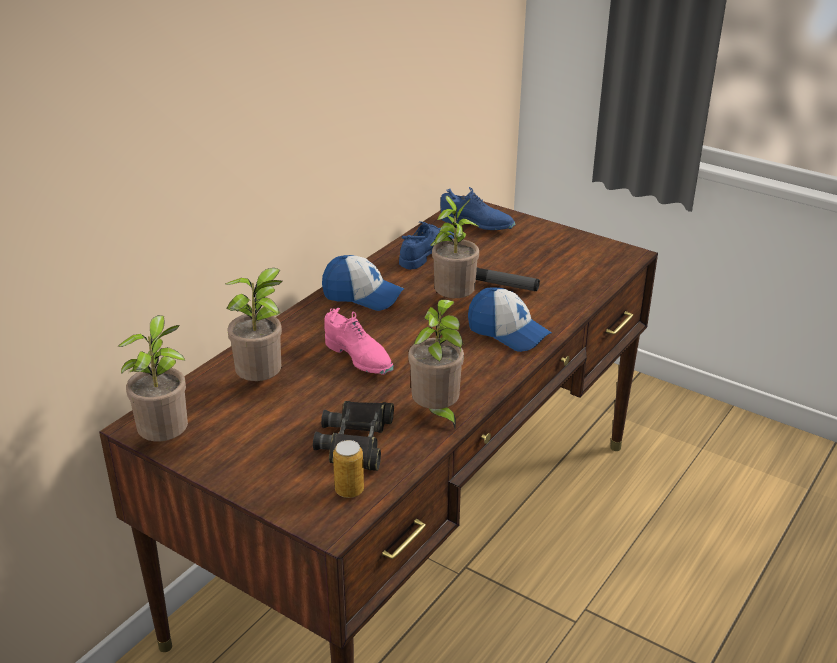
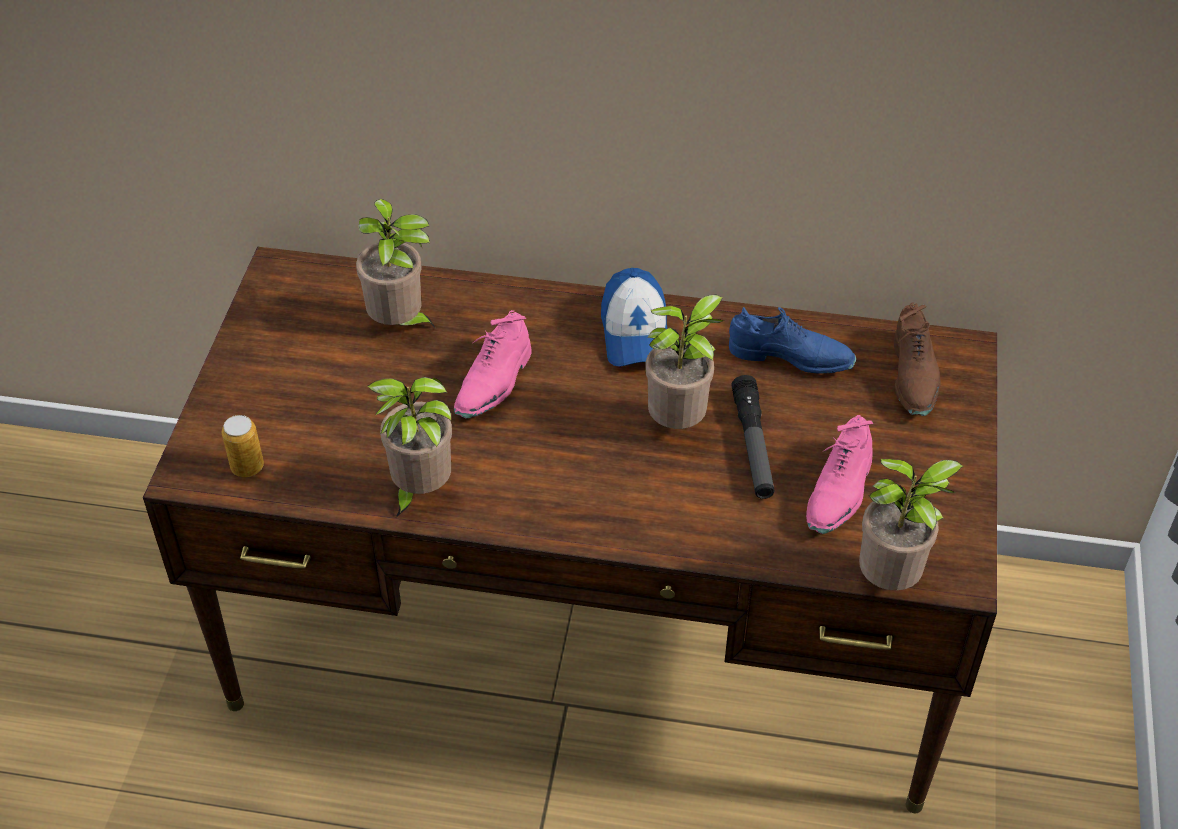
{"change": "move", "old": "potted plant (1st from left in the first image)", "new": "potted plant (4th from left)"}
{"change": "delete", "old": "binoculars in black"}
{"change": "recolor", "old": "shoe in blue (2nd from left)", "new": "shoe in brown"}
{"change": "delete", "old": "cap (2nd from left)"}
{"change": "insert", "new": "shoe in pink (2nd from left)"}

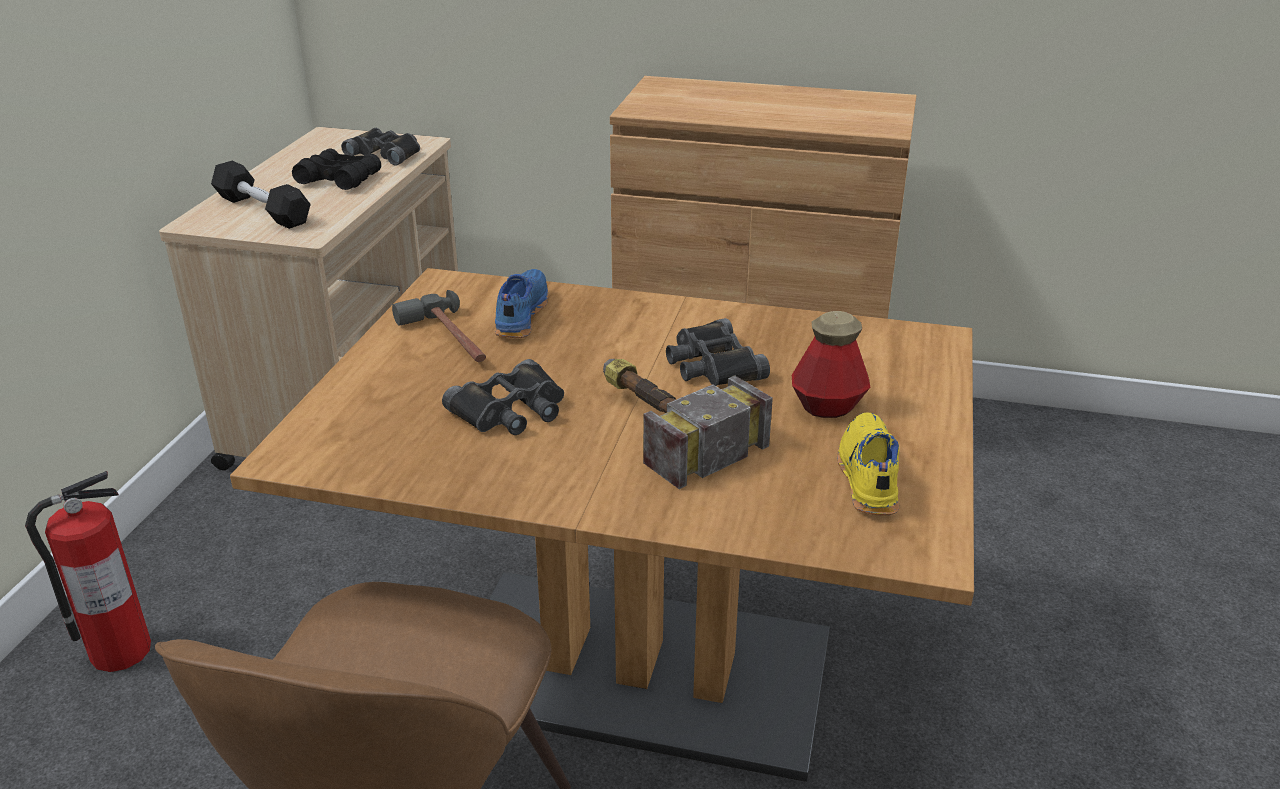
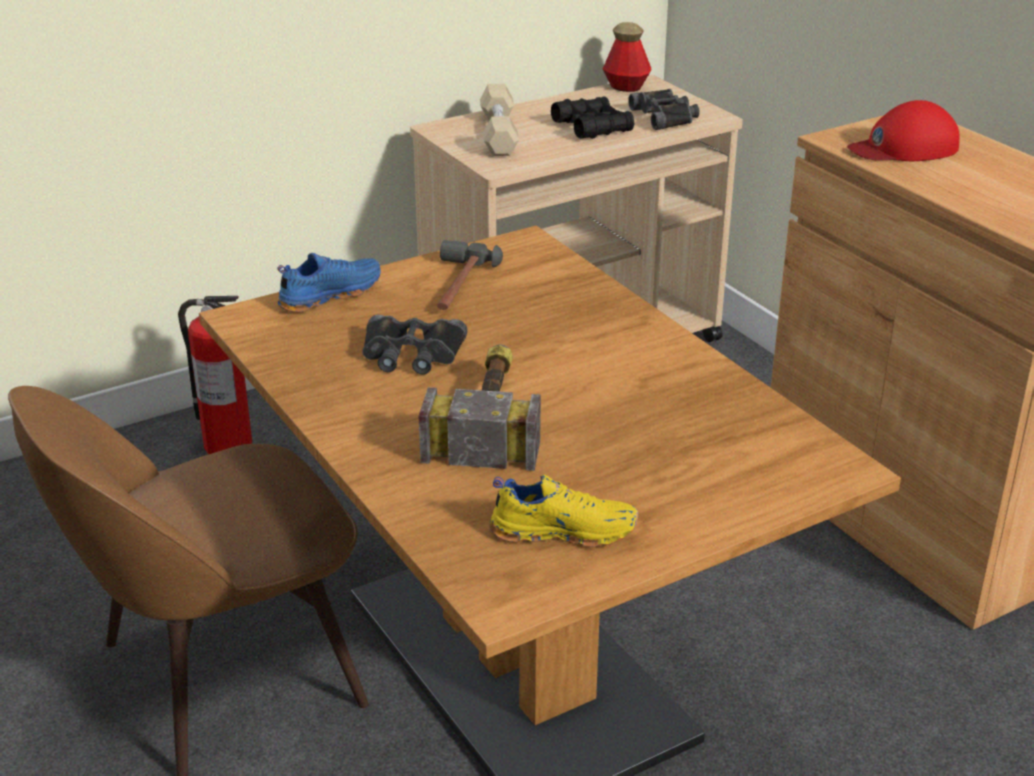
{"change": "recolor", "old": "dumbbell in black", "new": "dumbbell in beige"}
{"change": "move", "old": "shoe in blue"}
{"change": "delete", "old": "binoculars in black (4th from left)"}
{"change": "move", "old": "bottle"}
{"change": "rotate", "old": "shoe in yellow", "degrees": 45}
{"change": "insert", "new": "cap in red"}

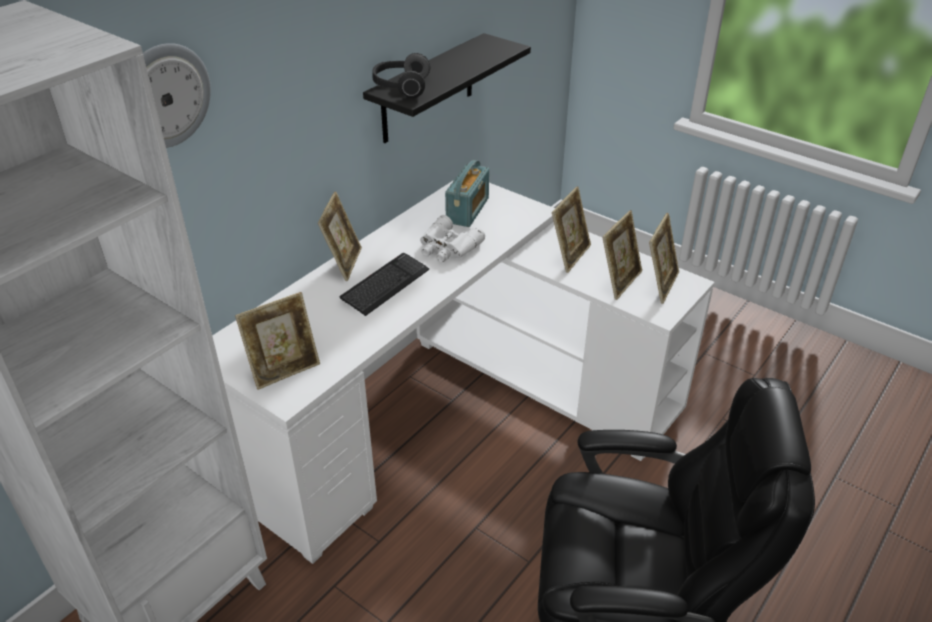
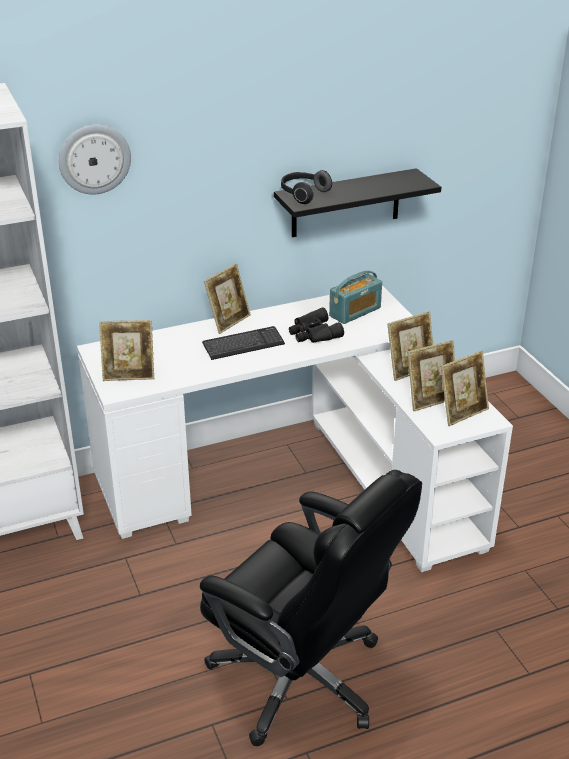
{"change": "recolor", "old": "binoculars in white", "new": "binoculars in black"}

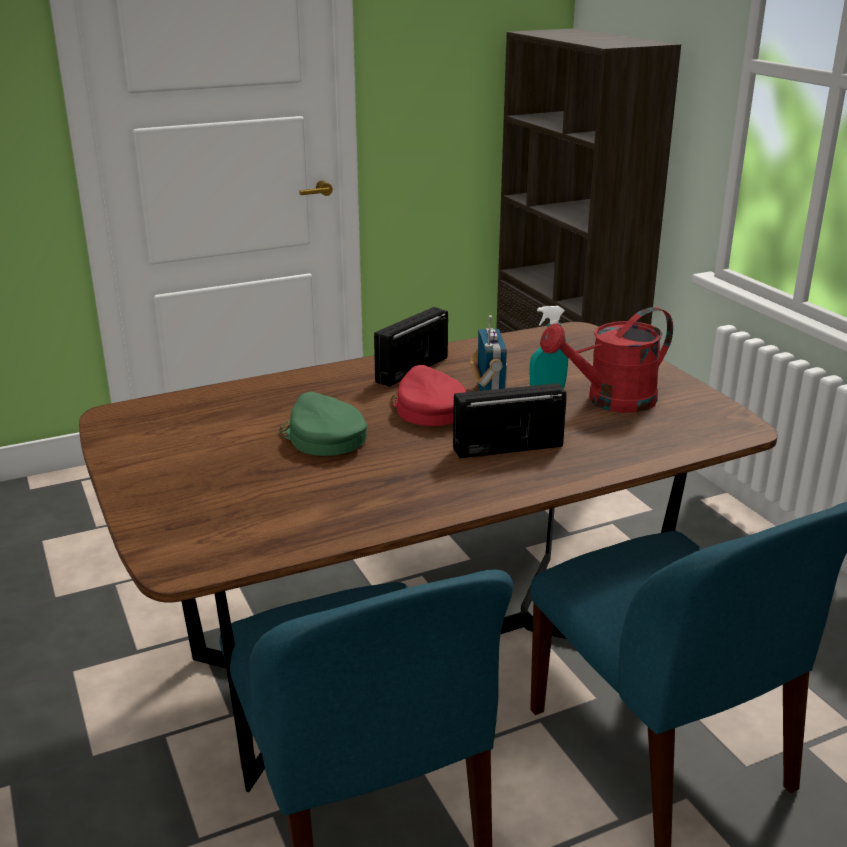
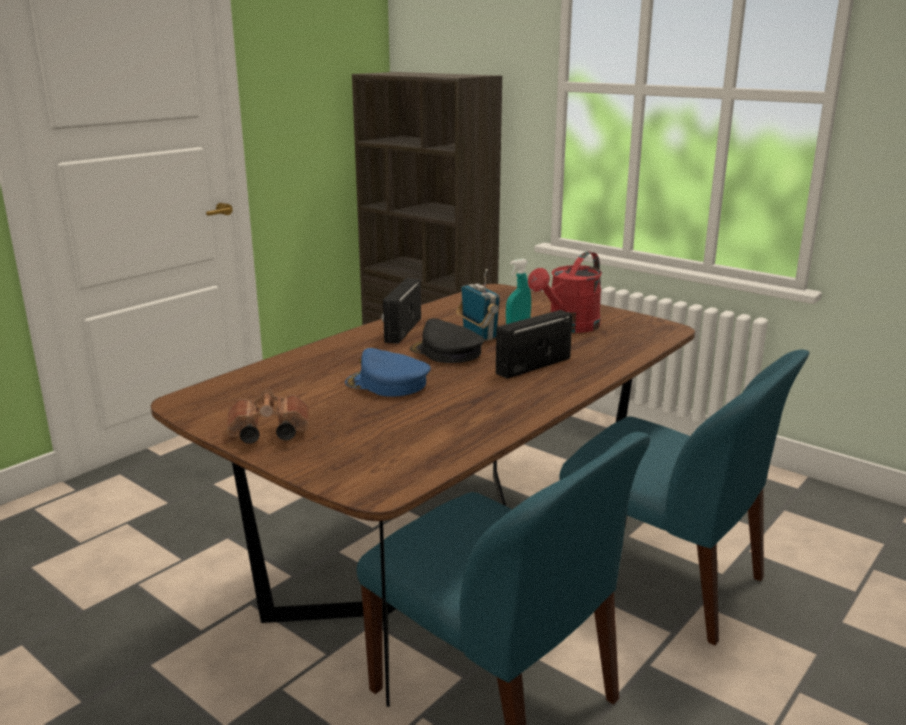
{"change": "recolor", "old": "cap in green", "new": "cap in blue"}
{"change": "recolor", "old": "cap in red", "new": "cap in black"}
{"change": "insert", "new": "binoculars in brown"}

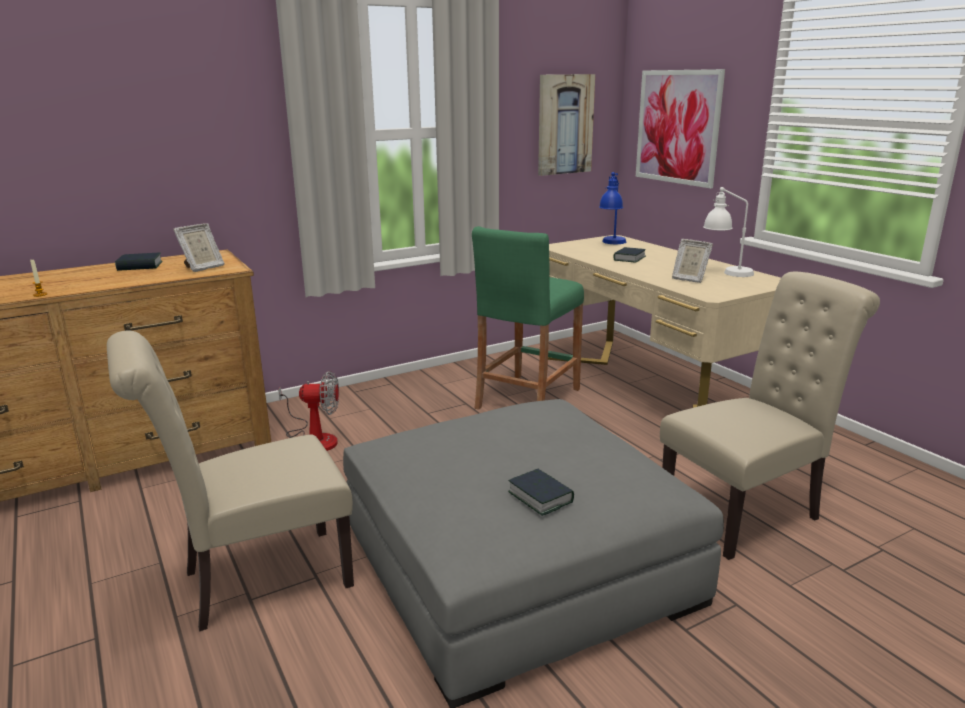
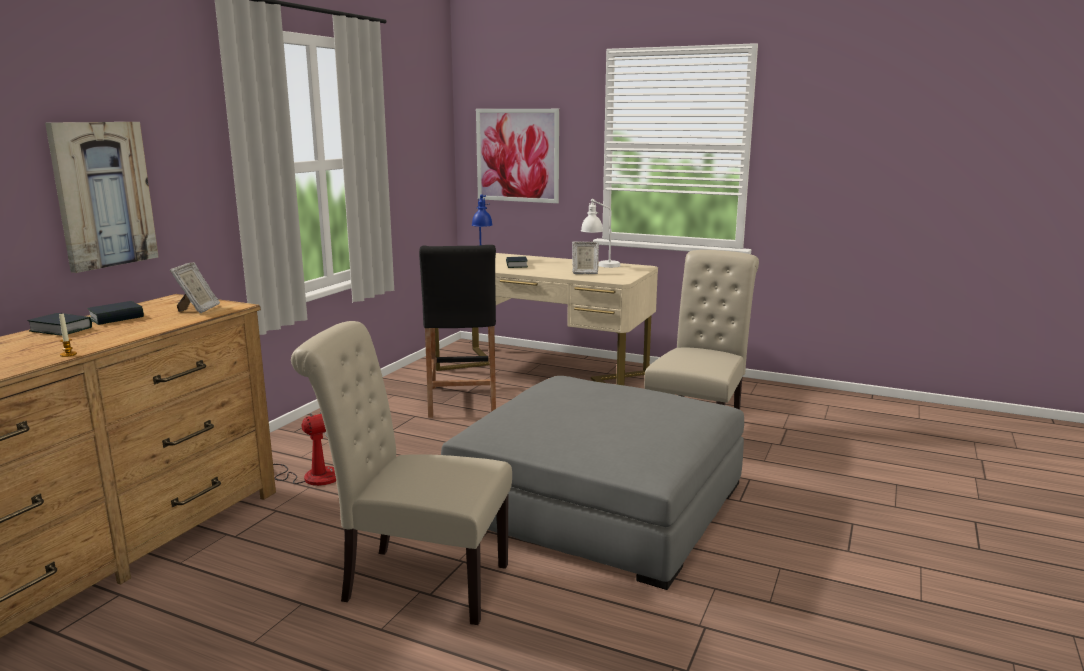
{"change": "rotate", "old": "chair in beige (1st from left)", "degrees": 75}
{"change": "recolor", "old": "stool in green", "new": "stool in black"}
{"change": "move", "old": "book (2nd from left in the first image)", "new": "book (1st from left)"}
{"change": "move", "old": "picture (1st from left)"}

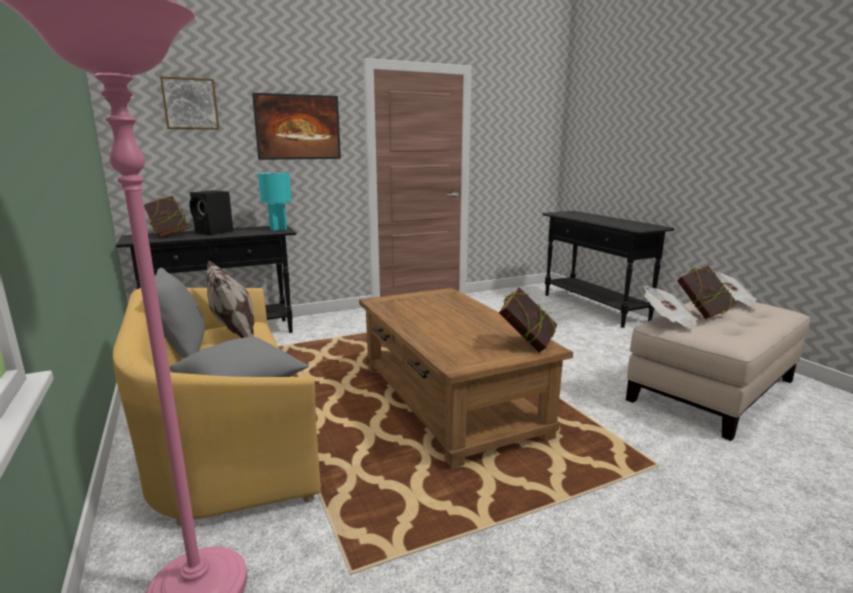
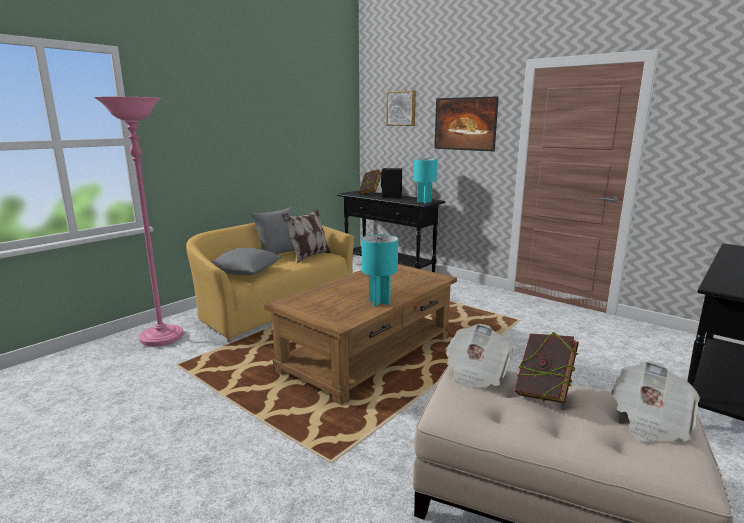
{"change": "delete", "old": "book (2nd from left)"}
{"change": "insert", "new": "table lamp in turquoise (1st from left)"}

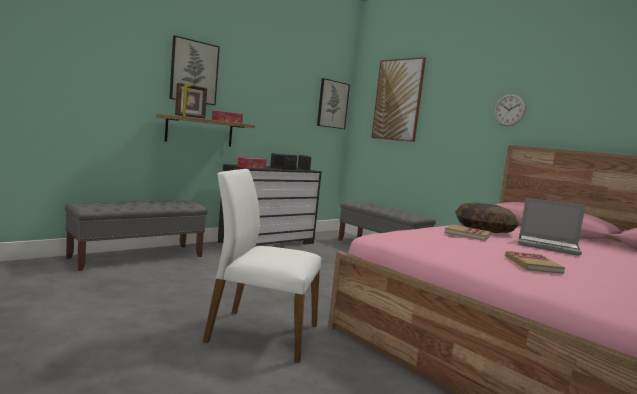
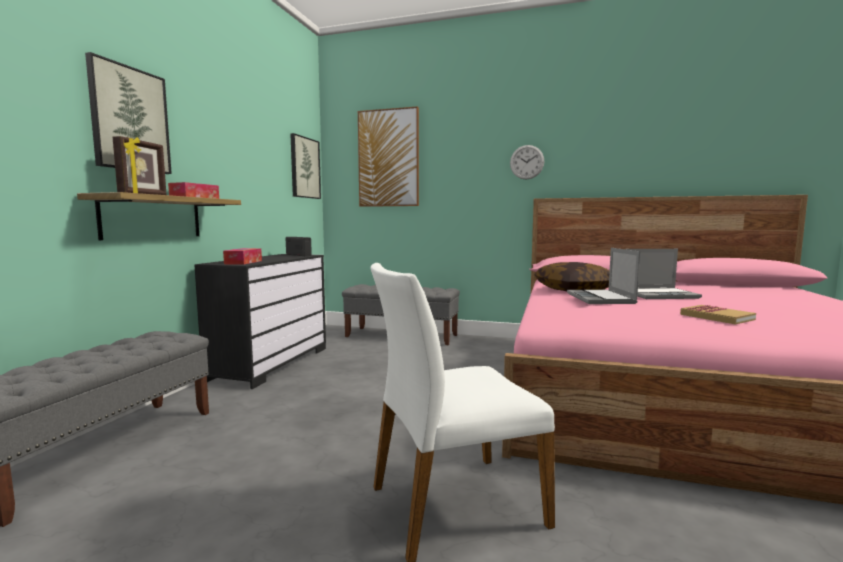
{"change": "delete", "old": "radio (1st from left)"}
{"change": "replace", "old": "book (1st from left)", "new": "laptop (1st from left)"}

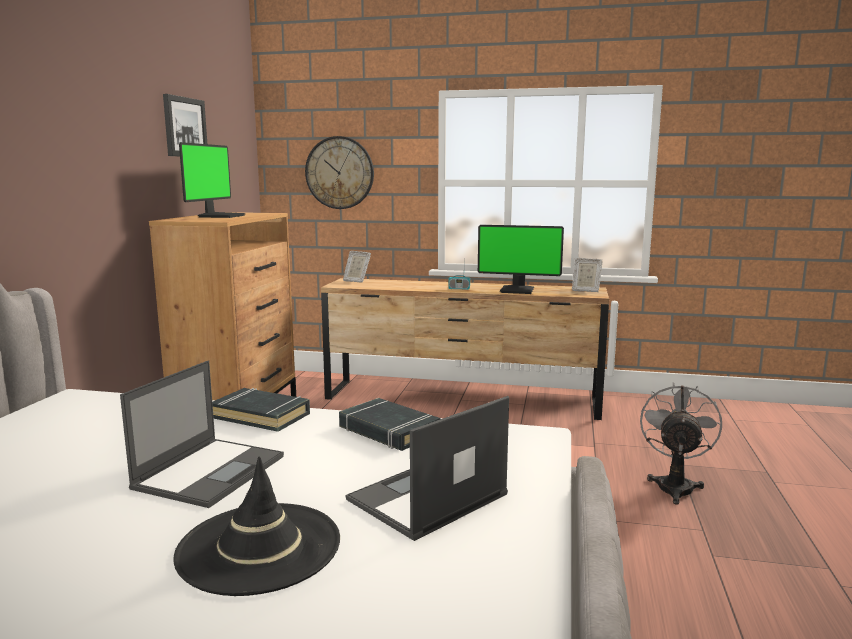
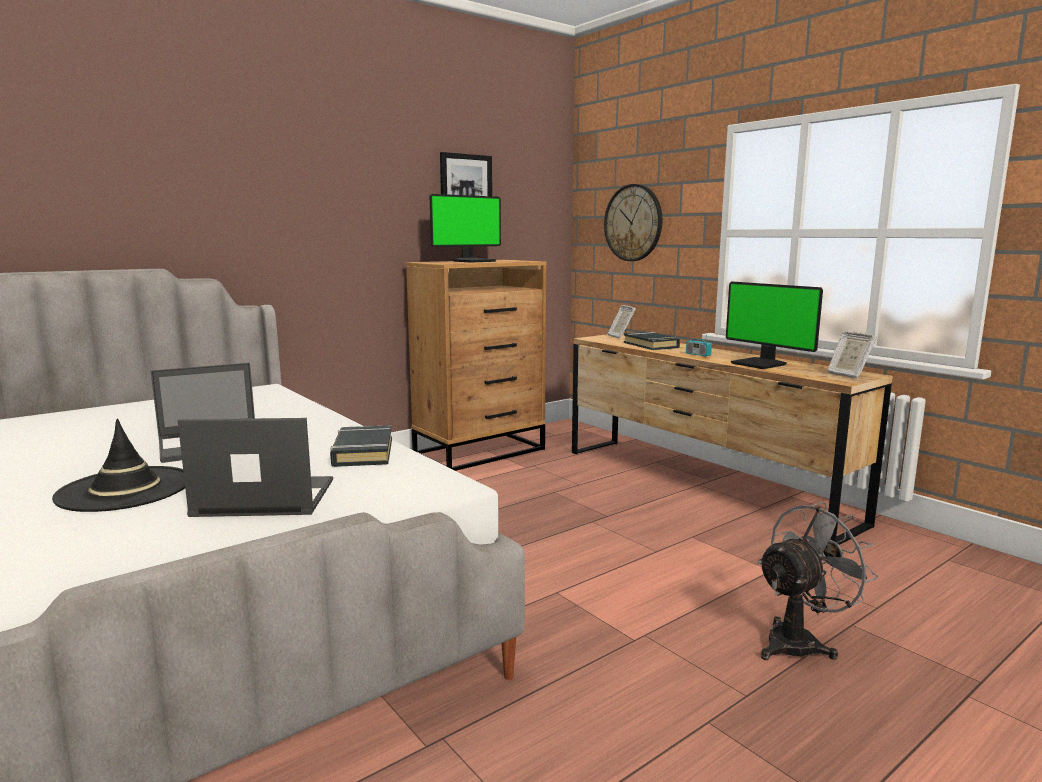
{"change": "move", "old": "book in black (1st from left in the first image)", "new": "book in black (2nd from left)"}

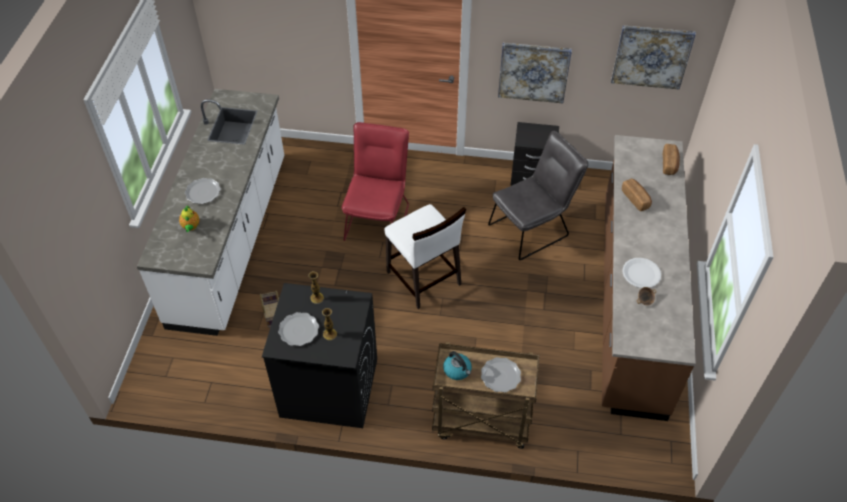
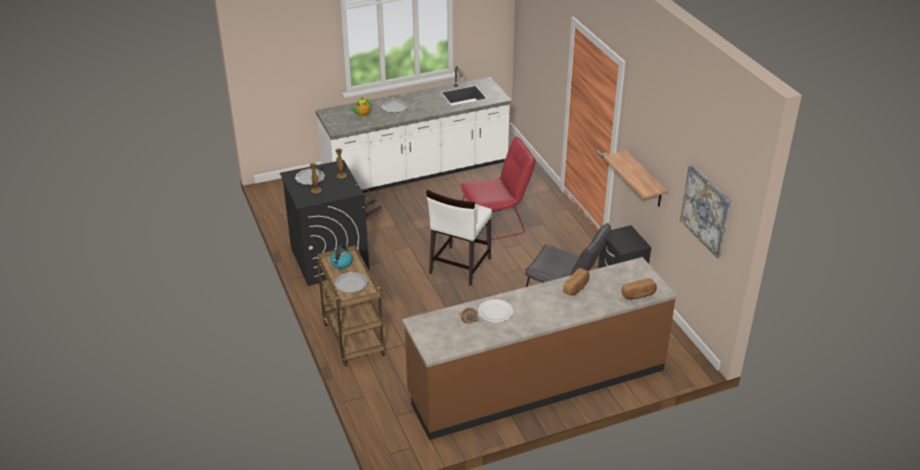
{"change": "replace", "old": "picture (1st from left)", "new": "shelf"}

